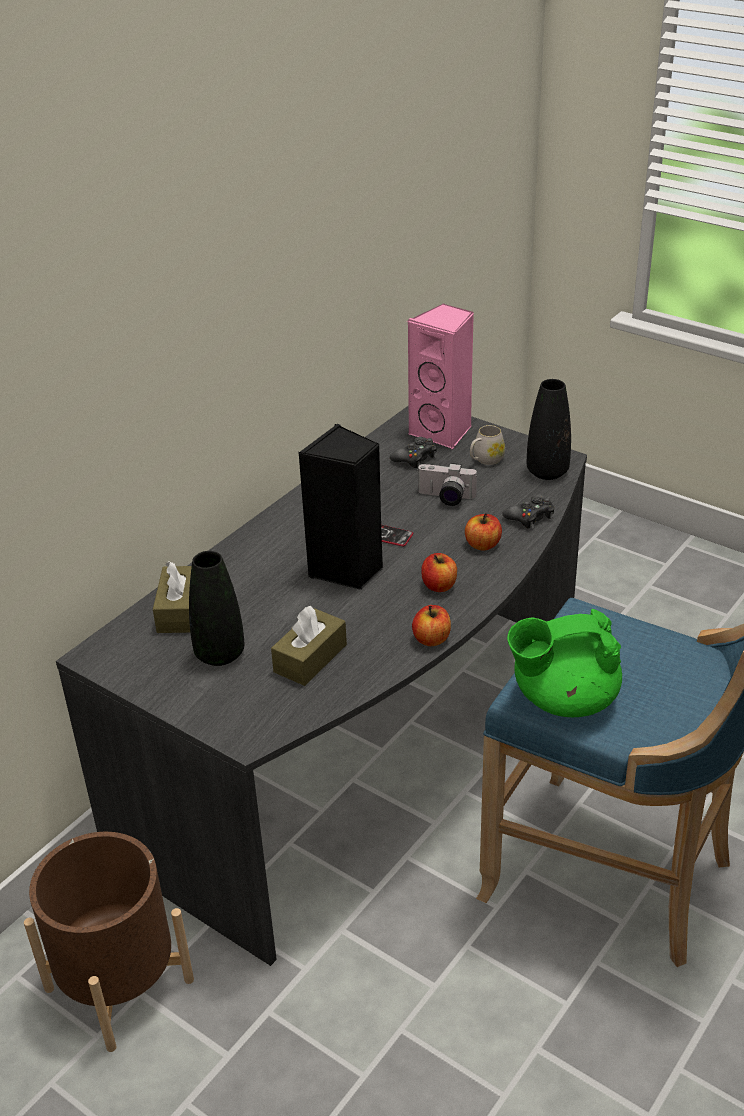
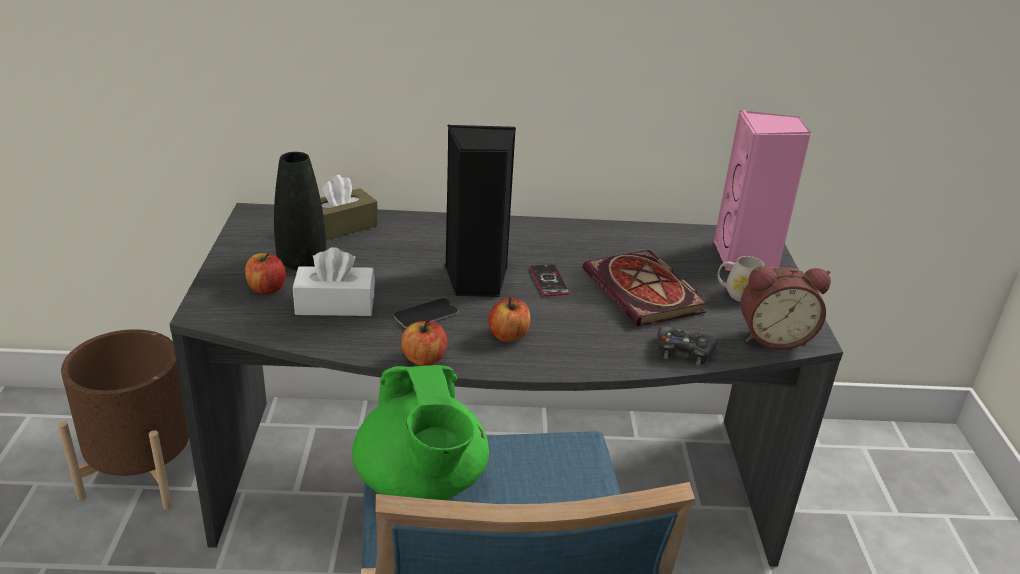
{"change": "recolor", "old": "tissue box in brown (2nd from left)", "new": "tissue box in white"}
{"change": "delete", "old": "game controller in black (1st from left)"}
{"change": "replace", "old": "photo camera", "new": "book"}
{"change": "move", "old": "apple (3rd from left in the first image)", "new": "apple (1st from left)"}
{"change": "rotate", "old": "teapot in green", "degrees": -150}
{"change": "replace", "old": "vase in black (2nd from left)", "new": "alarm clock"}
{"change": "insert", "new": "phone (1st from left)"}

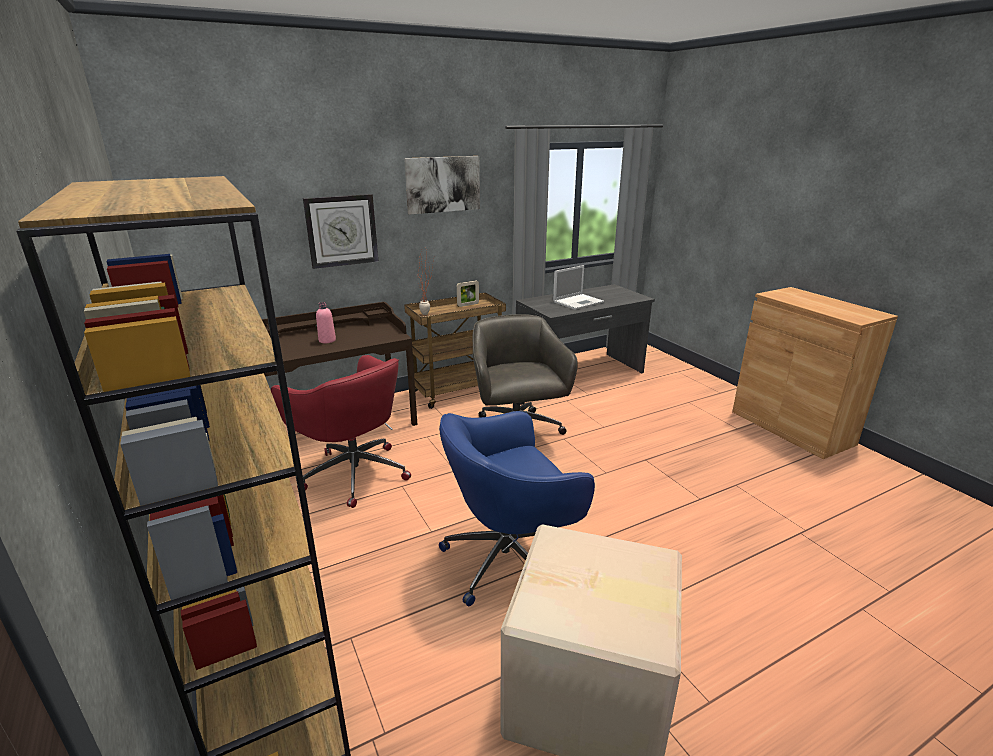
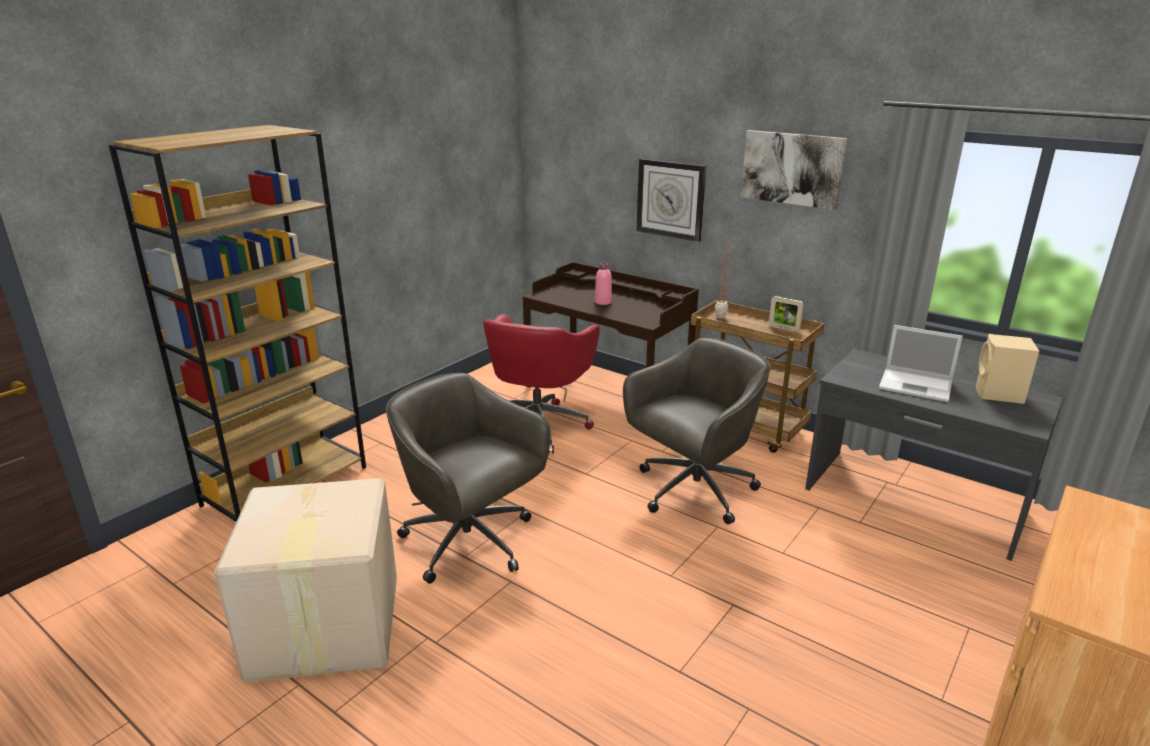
{"change": "recolor", "old": "office chair in blue", "new": "office chair in grey (1st from left)"}
{"change": "insert", "new": "speaker in beige"}

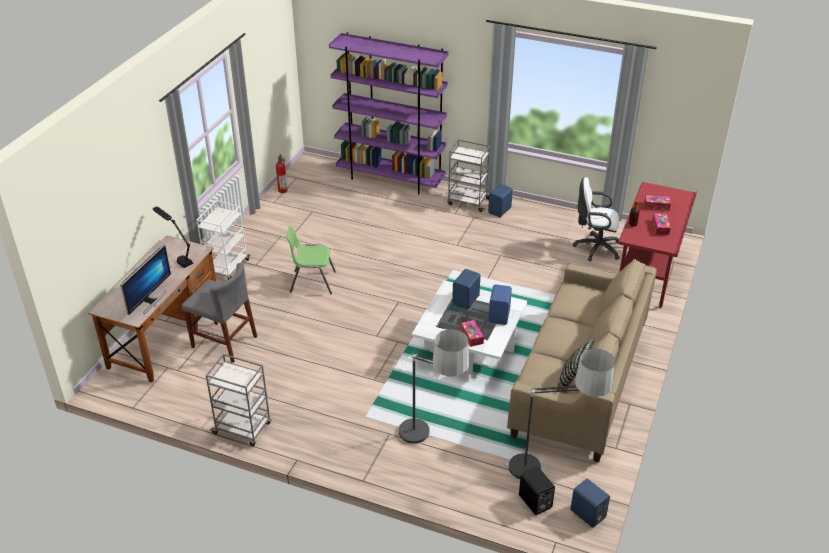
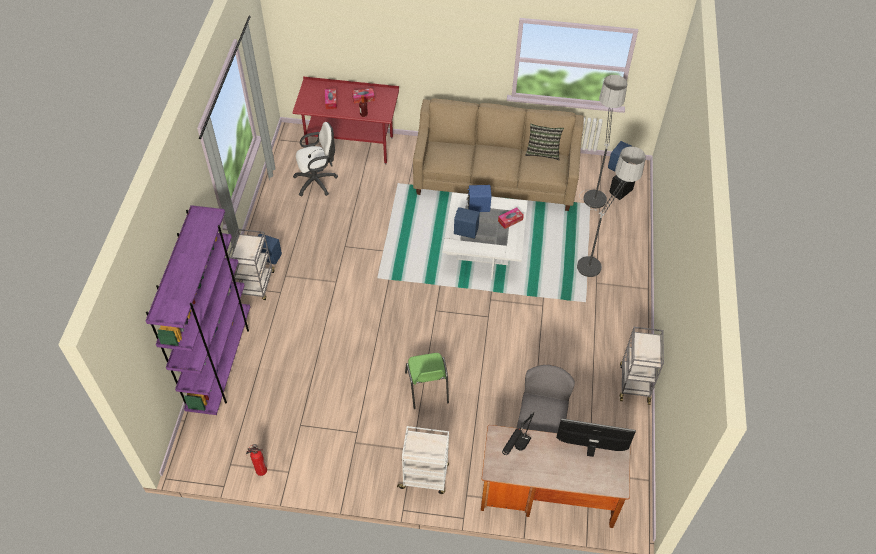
{"change": "rotate", "old": "office chair in white", "degrees": -105}

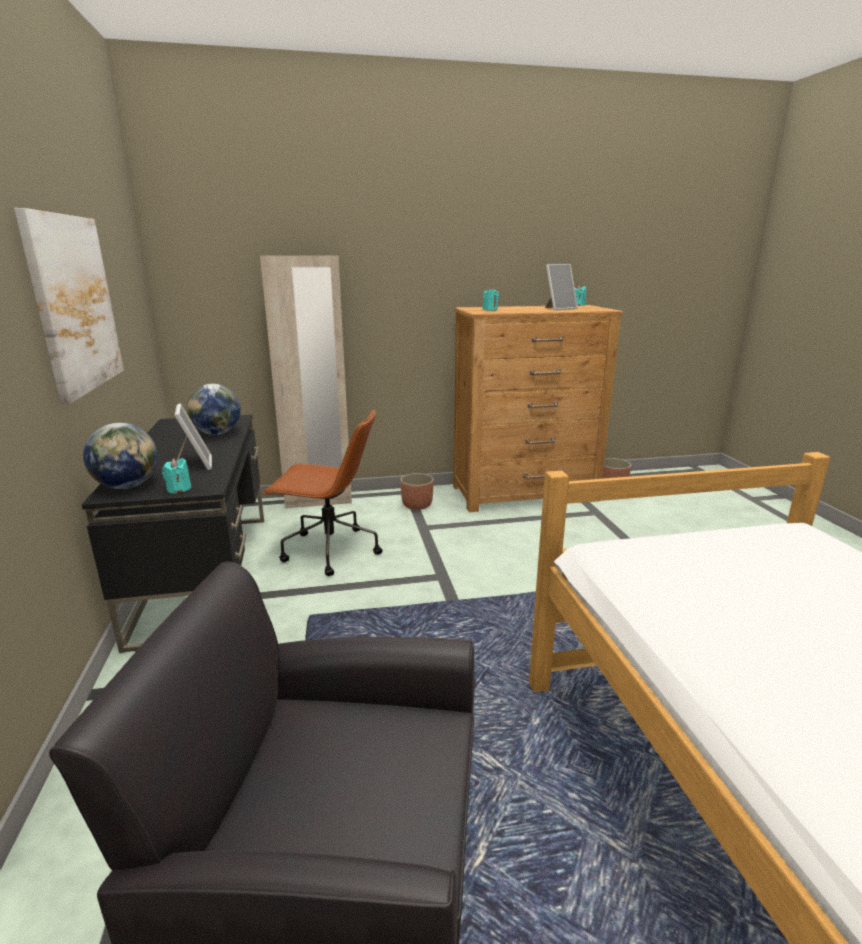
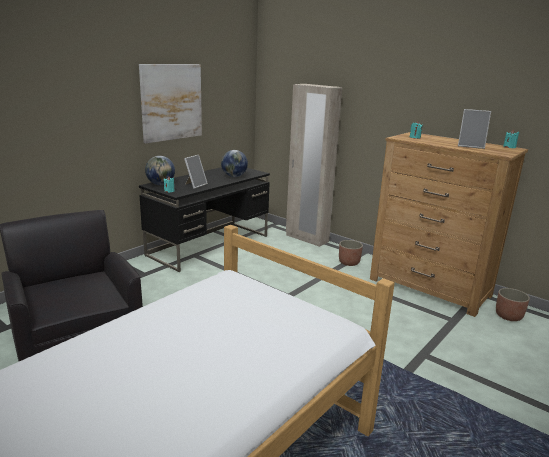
{"change": "delete", "old": "office chair in brown"}

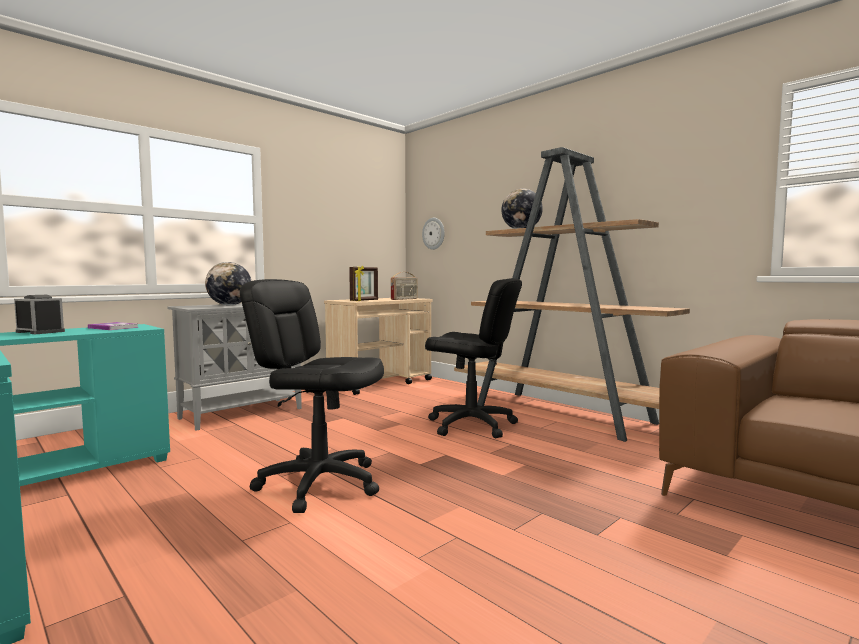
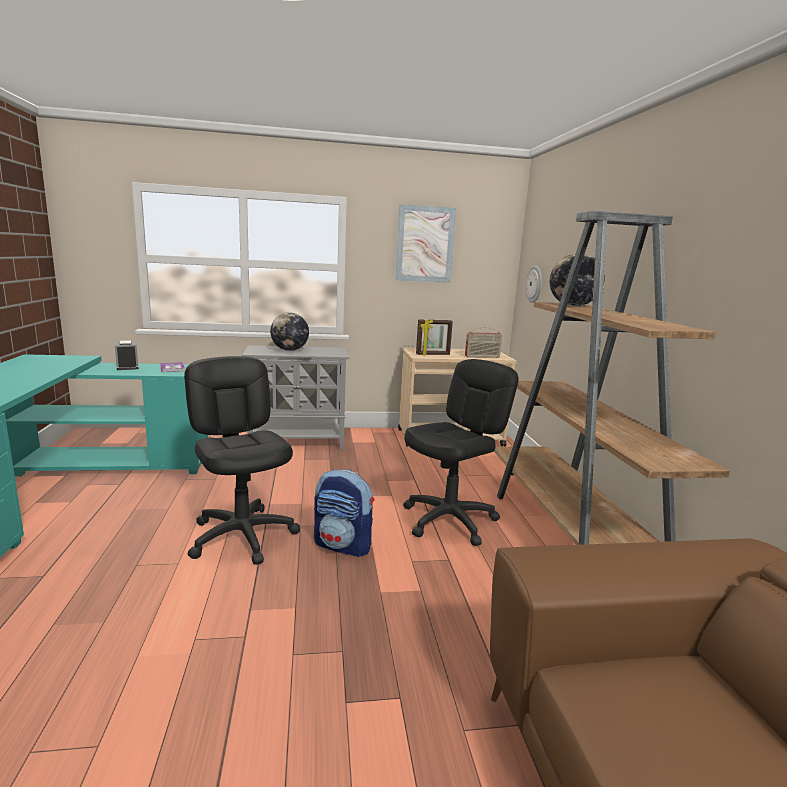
{"change": "rotate", "old": "office chair in black (2nd from left)", "degrees": -105}
{"change": "insert", "new": "backpack"}
{"change": "insert", "new": "picture"}

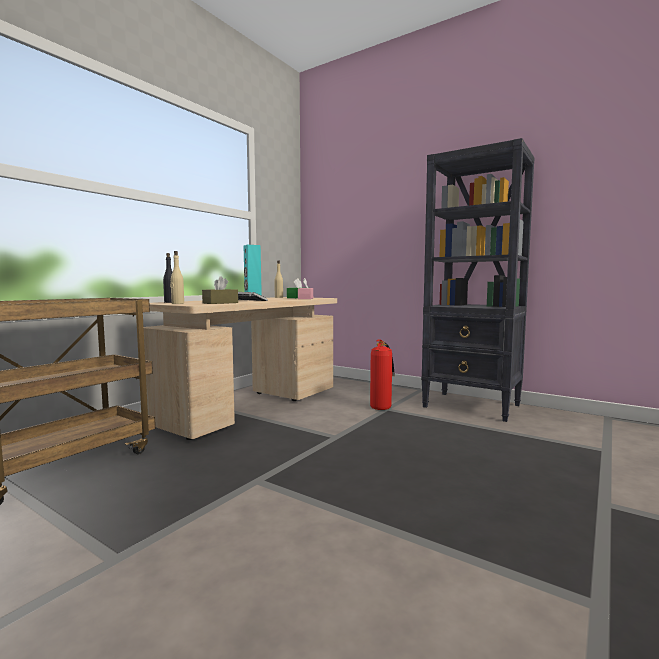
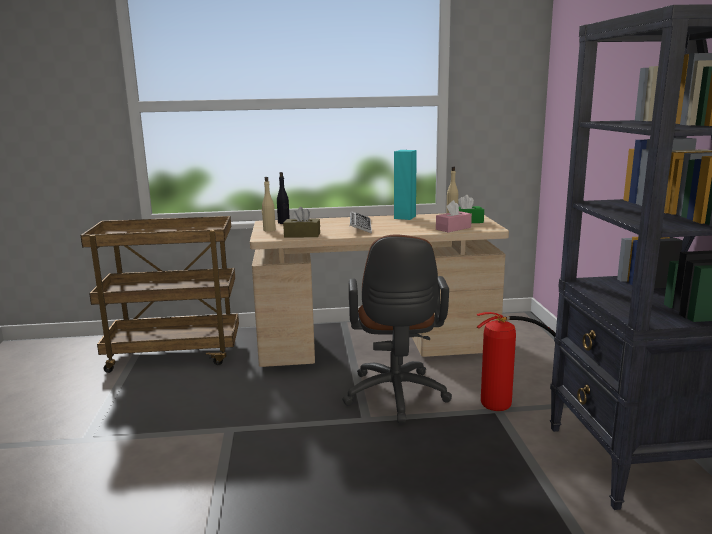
{"change": "insert", "new": "office chair in brown"}

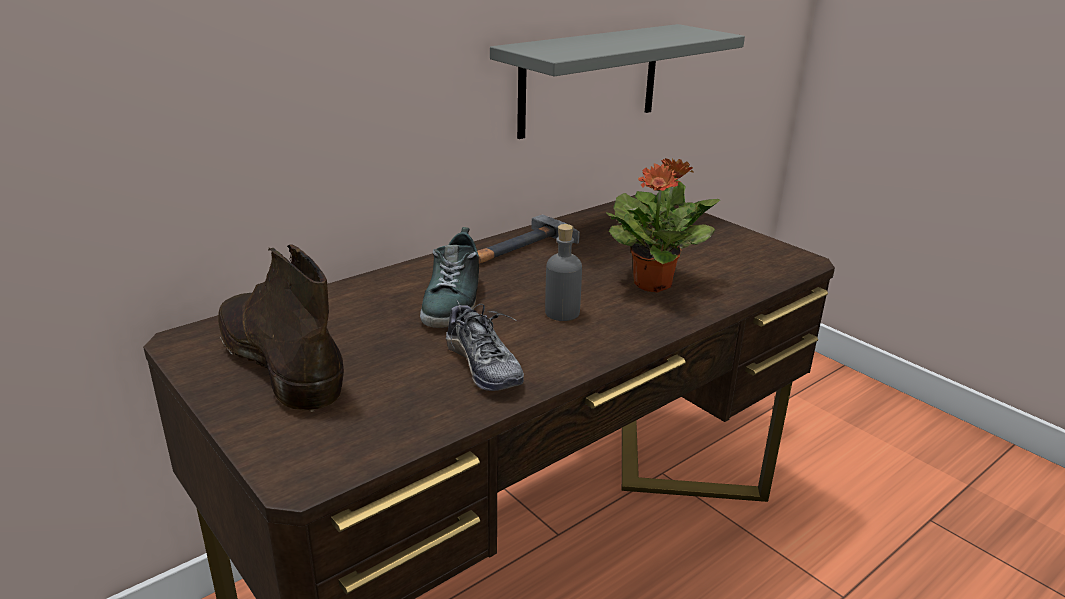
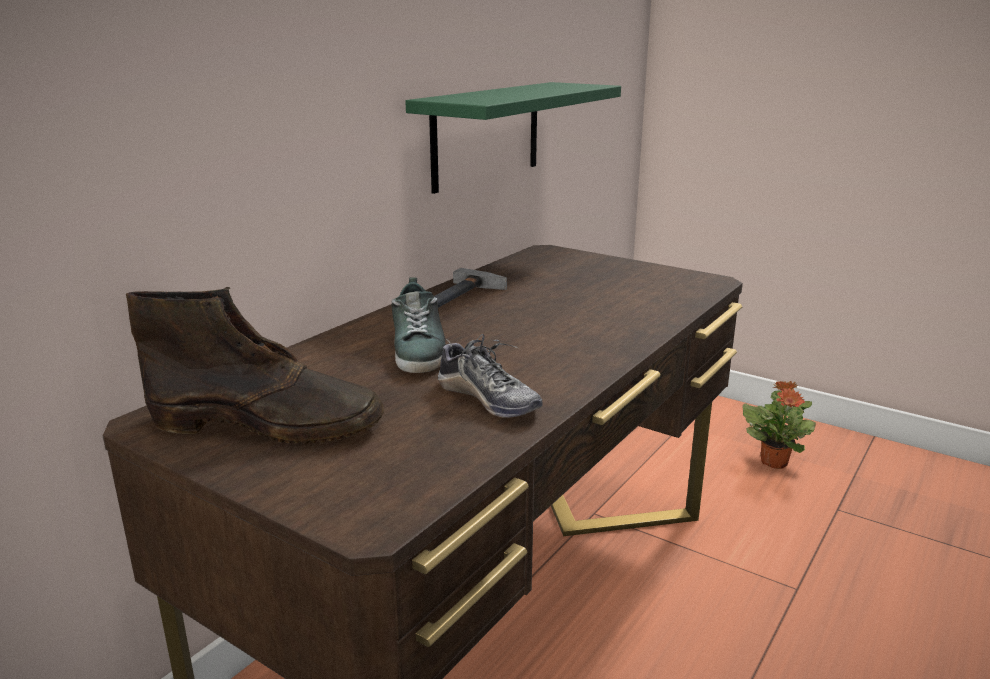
{"change": "rotate", "old": "boot in brown", "degrees": 150}
{"change": "recolor", "old": "shelf in grey", "new": "shelf in green"}
{"change": "delete", "old": "bottle in grey"}
{"change": "move", "old": "potted plant"}

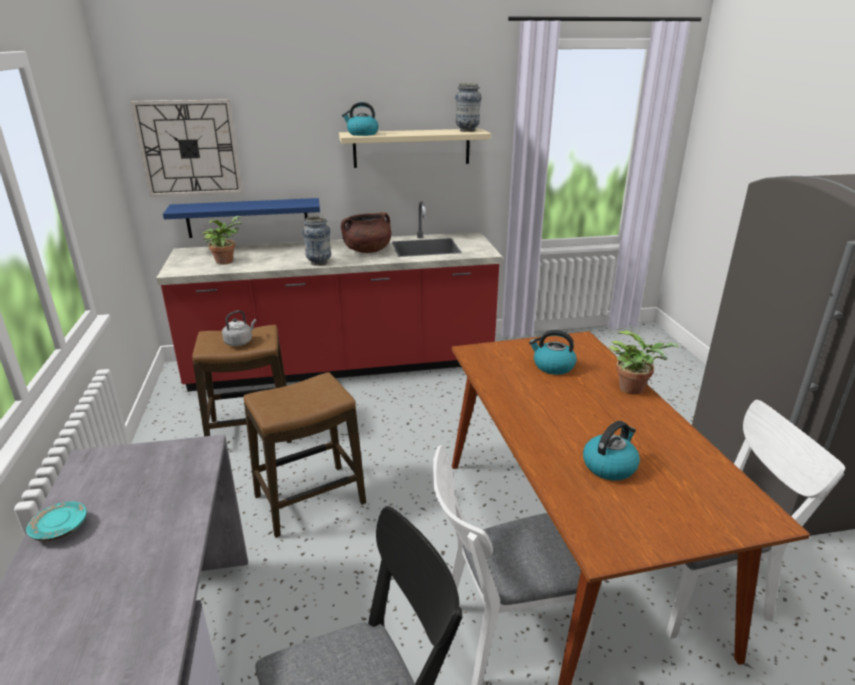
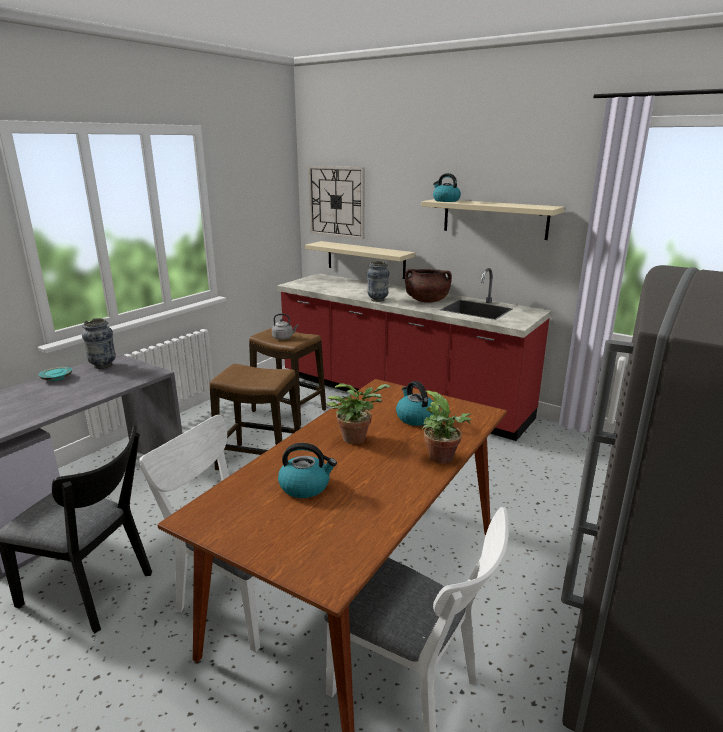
{"change": "recolor", "old": "shelf in blue", "new": "shelf in beige (1st from left)"}
{"change": "move", "old": "potted plant (1st from left)"}
{"change": "move", "old": "vase (2nd from left in the first image)", "new": "vase (1st from left)"}

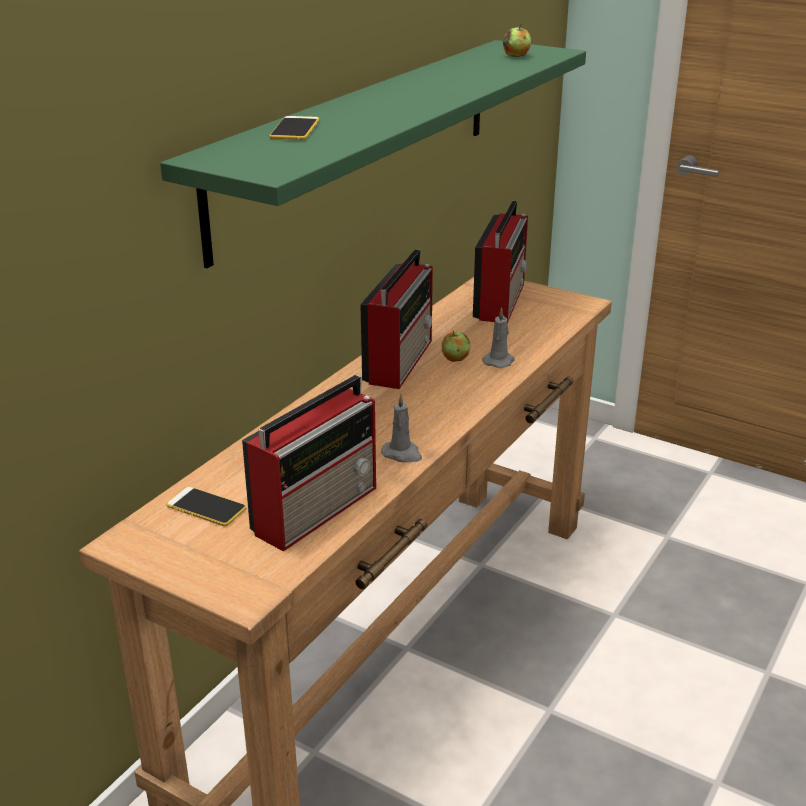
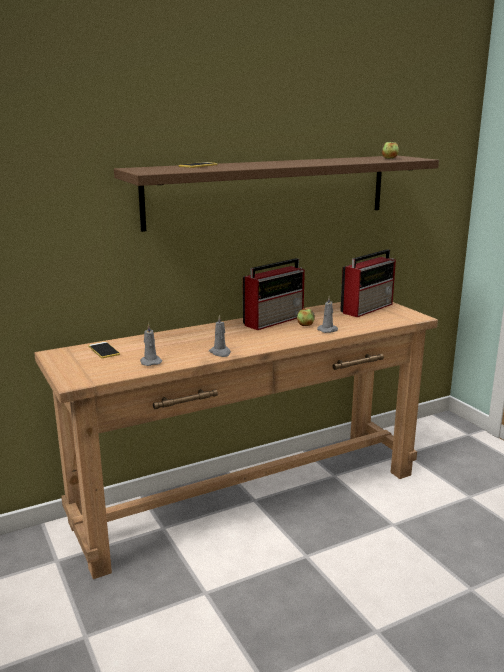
{"change": "recolor", "old": "shelf in green", "new": "shelf in brown"}
{"change": "replace", "old": "radio (1st from left)", "new": "candle in grey (1st from left)"}

